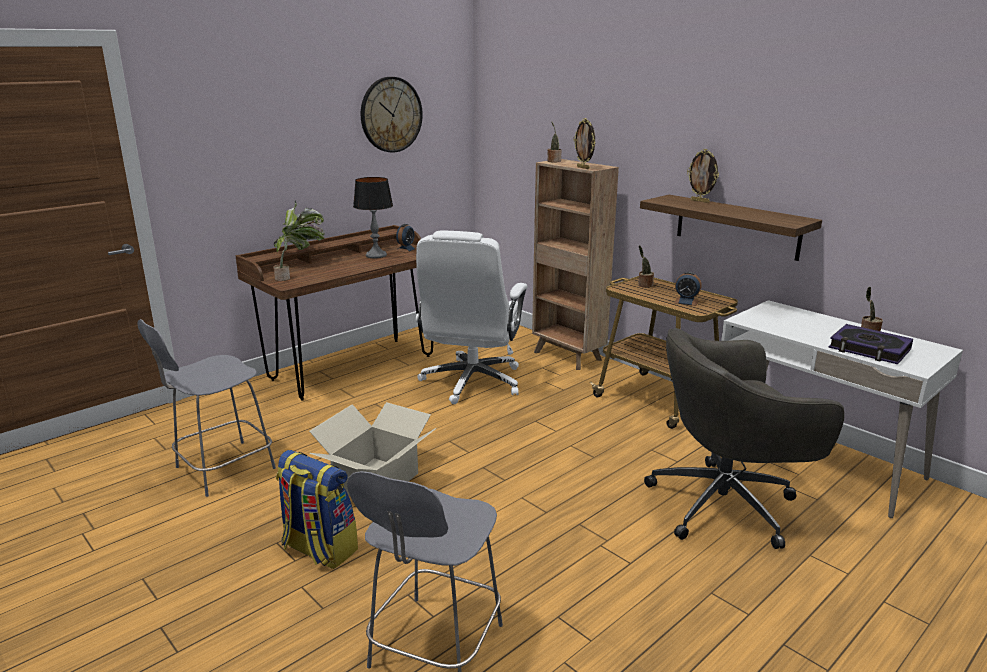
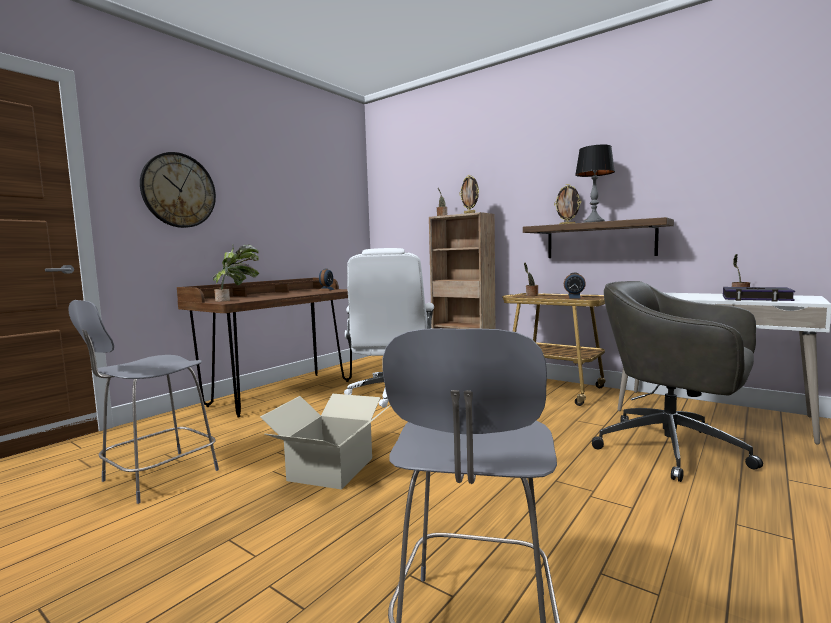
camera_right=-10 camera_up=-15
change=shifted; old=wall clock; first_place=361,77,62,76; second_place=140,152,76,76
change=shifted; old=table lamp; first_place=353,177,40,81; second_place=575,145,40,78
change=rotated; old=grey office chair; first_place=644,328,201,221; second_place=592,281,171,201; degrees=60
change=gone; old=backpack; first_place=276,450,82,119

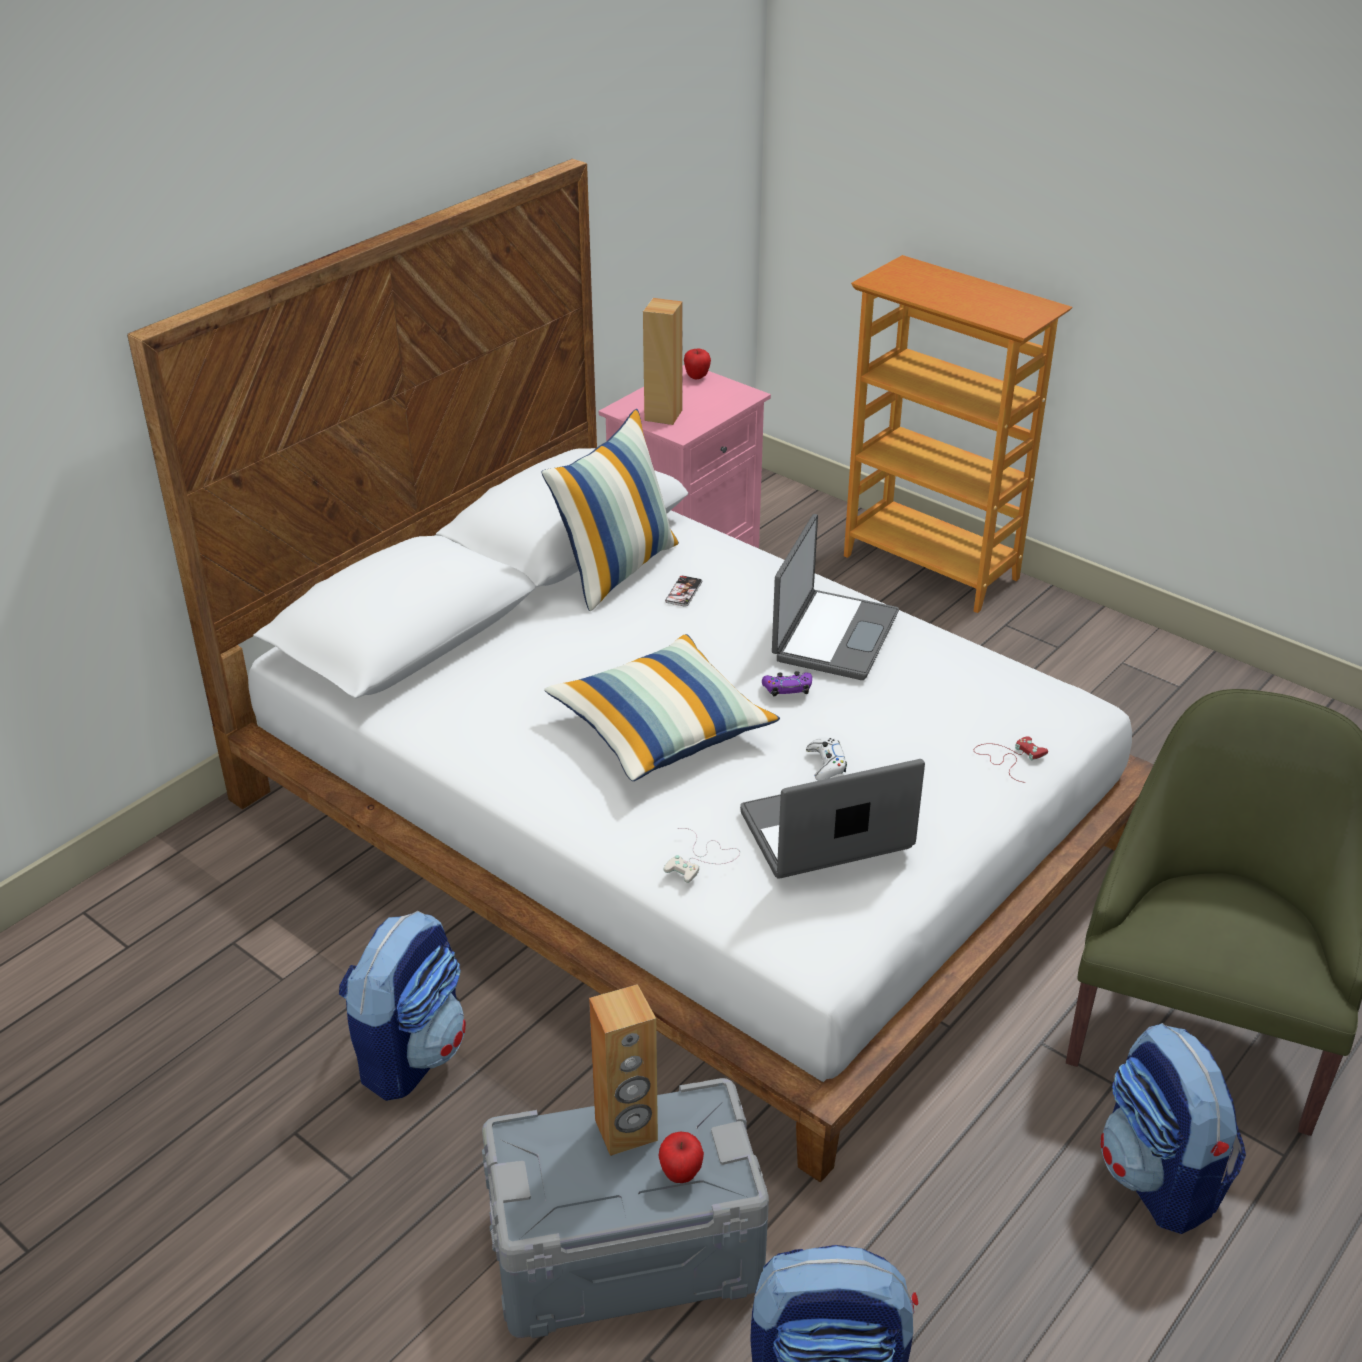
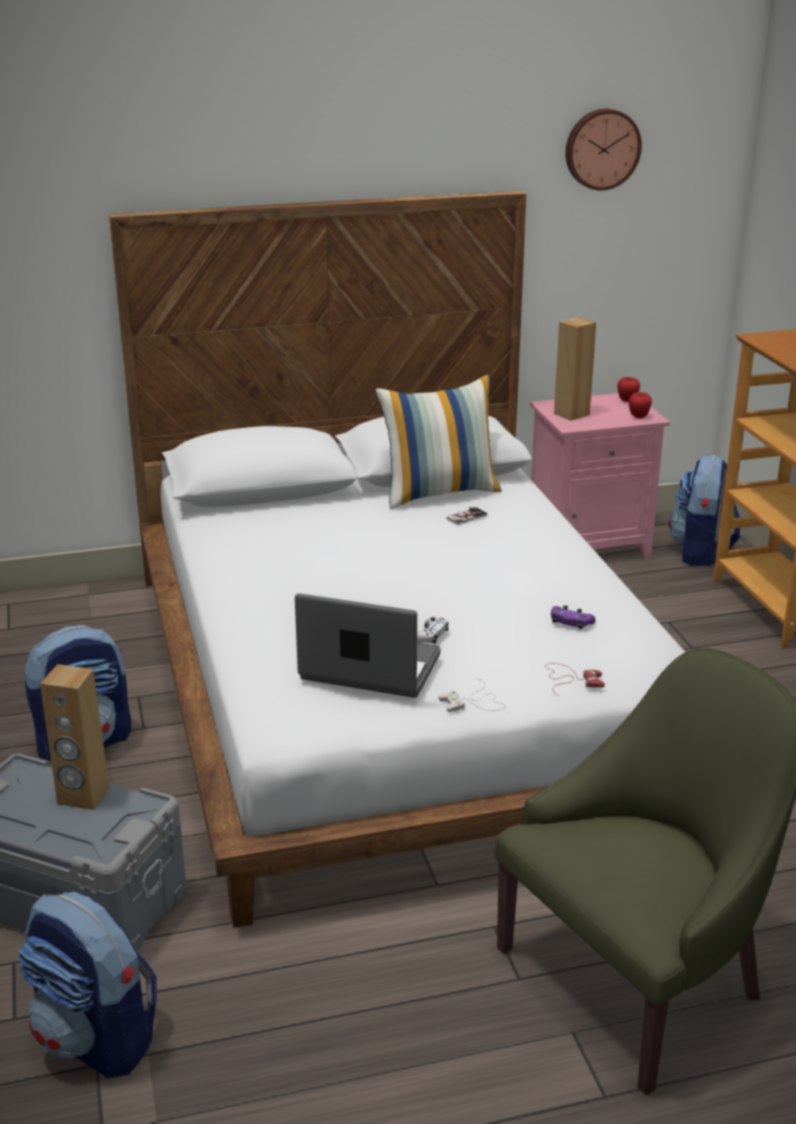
camera_right=35 camera_up=-10
change=shifted; old=white game controller; first_place=664,828,76,55; second_place=439,678,67,34
change=shifted; old=purple game controller; first_place=762,671,50,25; second_place=551,605,45,24
change=new; new=wall clock; second_place=566,109,76,82
change=shifted; old=apple; first_place=658,1132,46,51; second_place=628,392,24,26
change=shifted; old=backpack; first_place=1100,1023,146,211; second_place=668,455,72,111
change=gone; old=pillow; first_place=544,634,236,147
change=gone; old=laptop; first_place=772,514,127,166

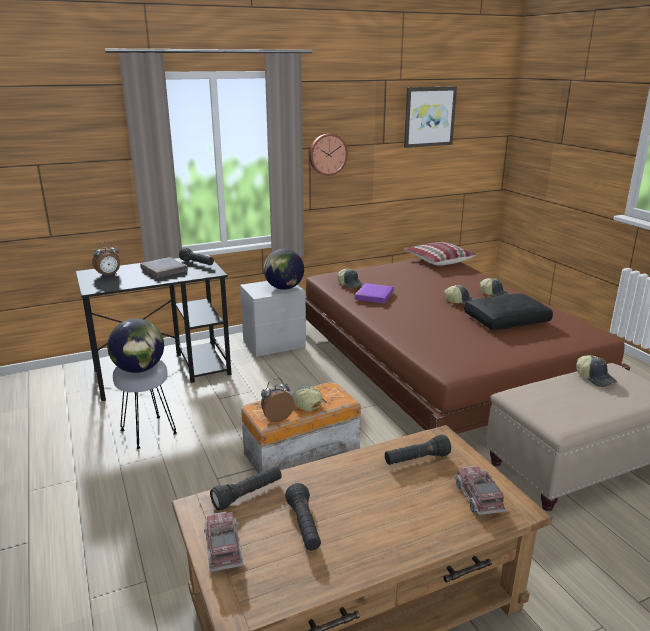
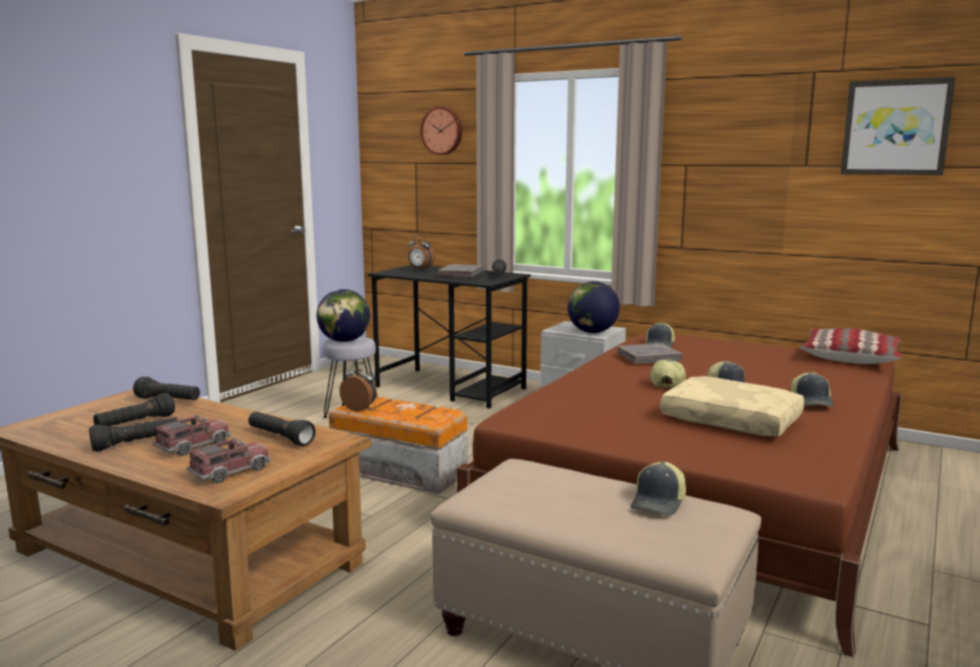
camera_right=55 camera_up=-10
change=new; new=black flashlight; second_place=89,417,88,35
change=shifted; old=toy truck; first_place=204,512,39,60; second_place=153,414,78,42
change=shifted; old=wall clock; first_place=309,133,39,43; second_place=420,107,42,48
change=repainted; old=purple book; new=grey book; first_place=355,283,39,20; second_place=617,343,65,21
change=shifted; old=cap; first_place=289,385,33,27; second_place=650,359,36,29
change=repainted; old=black pillow; new=beige pillow; first_place=464,293,89,37; second_place=660,376,144,61

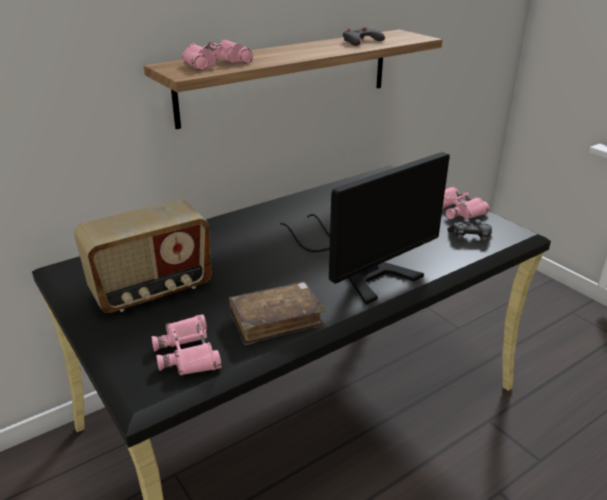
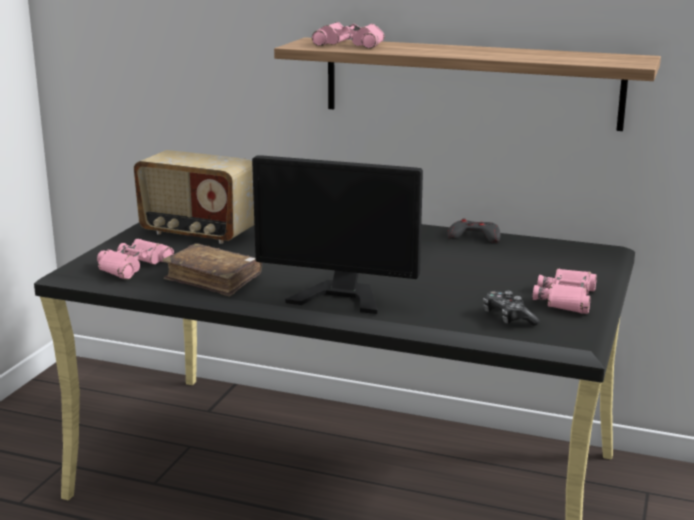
camera_right=55 camera_up=-10
change=shifted; old=grey game controller; first_place=343,27,42,19; second_place=447,218,54,25

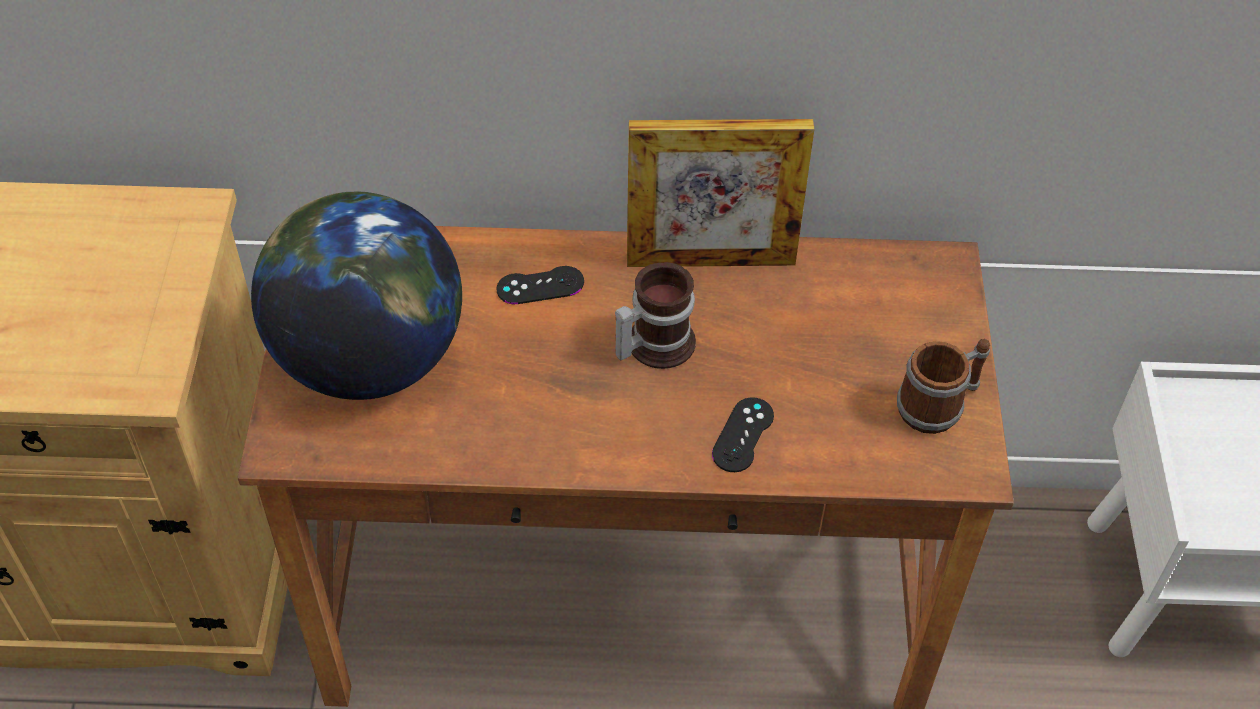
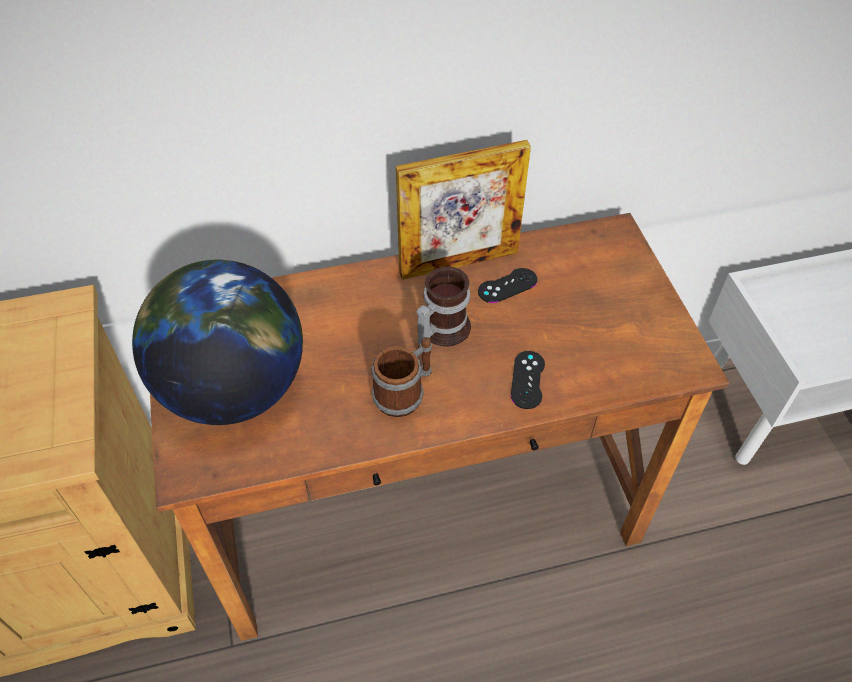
camera_right=-15 camera_up=0
change=shifted; old=mug; first_place=897,339,93,95; second_place=372,337,60,80
change=shifted; old=black game controller; first_place=496,266,88,38; second_place=478,268,59,35

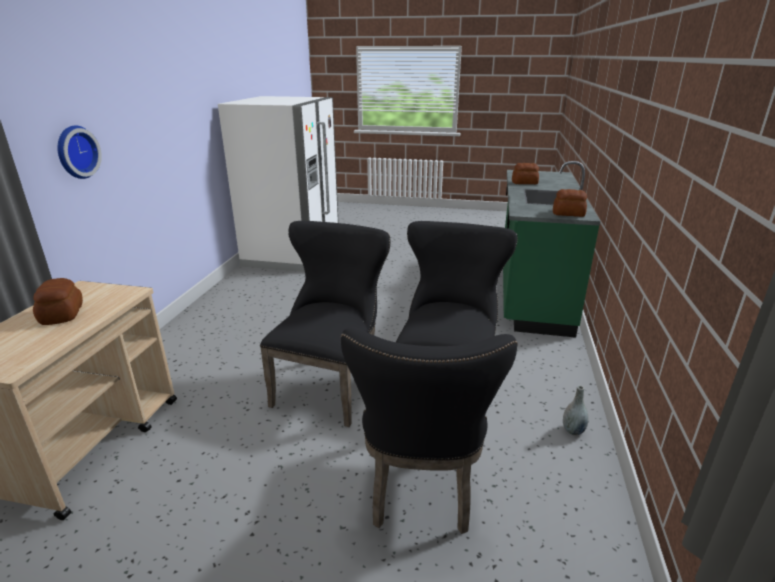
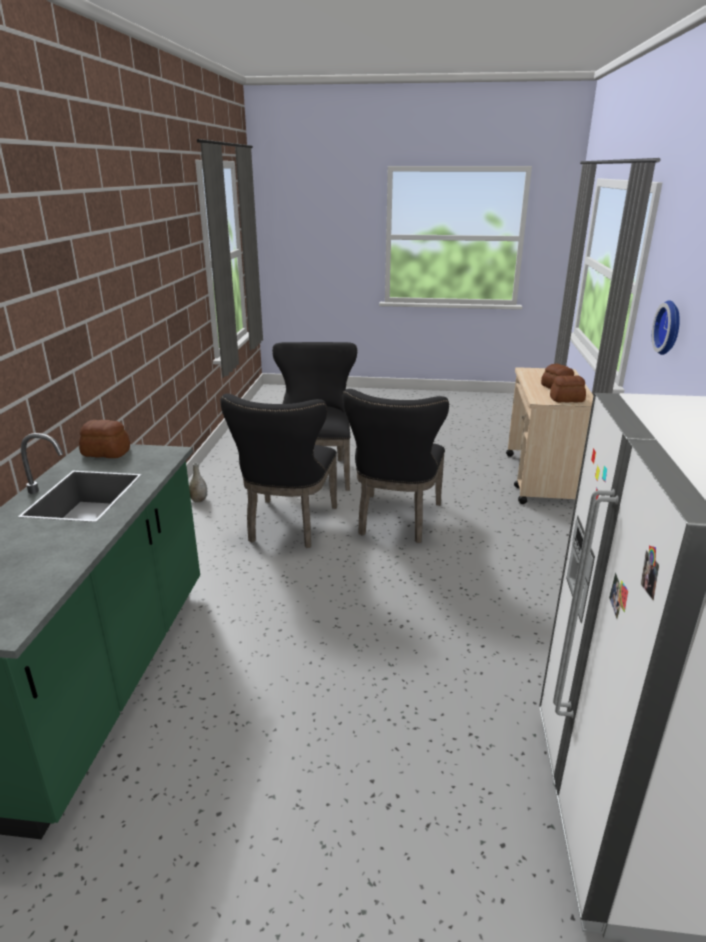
camera_right=175 camera_up=0
change=shifted; old=bread; first_place=512,163,27,21; second_place=550,375,36,28

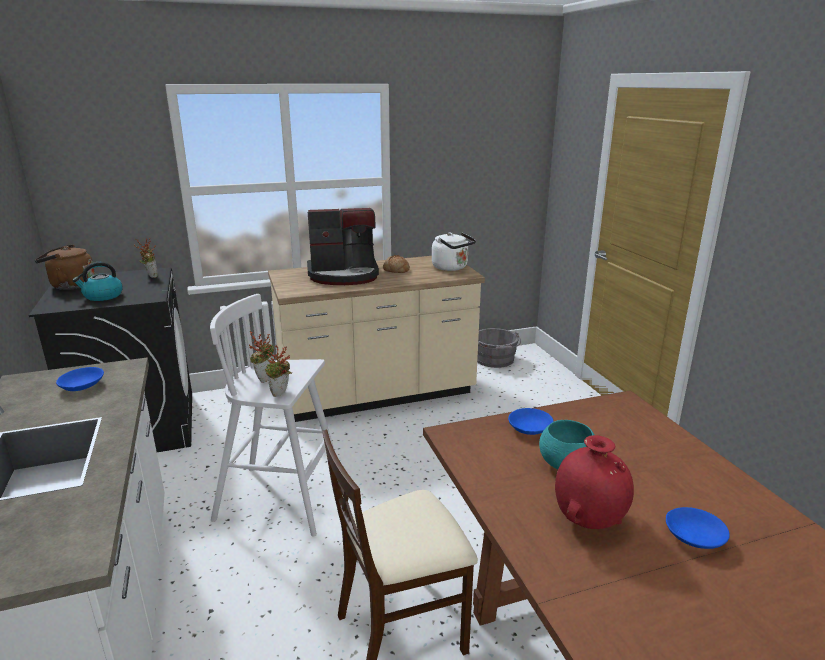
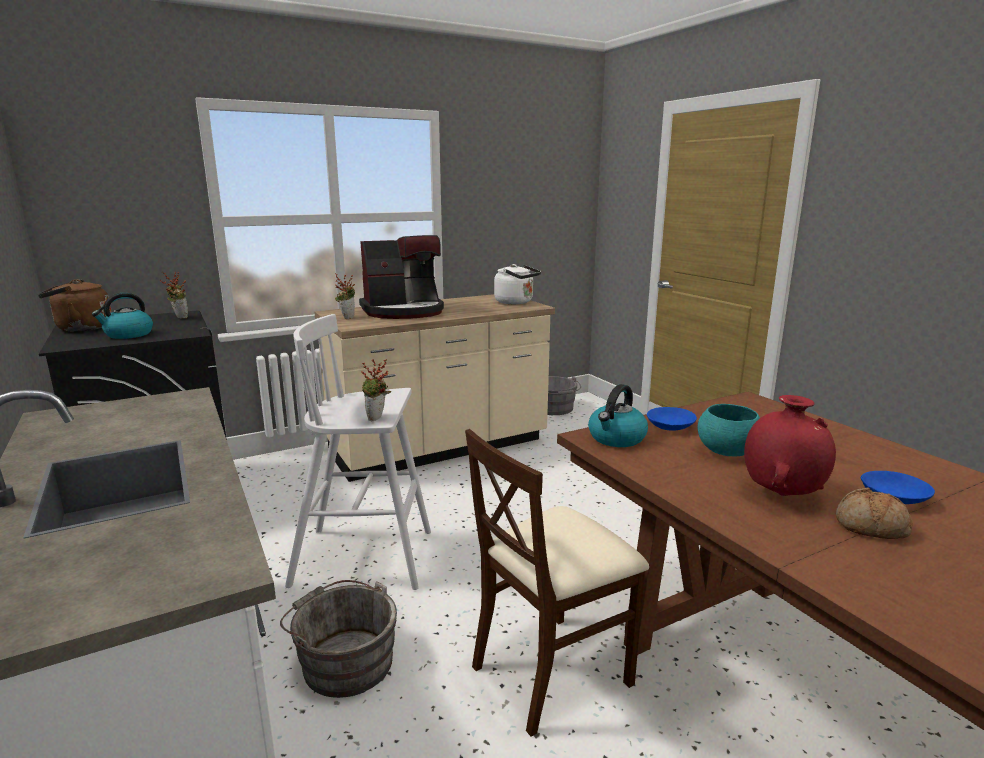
camera_right=-10 camera_up=-5
change=new; new=grey bucket; second_place=280,580,117,118
change=shifted; old=potted plant; first_place=249,330,25,53; second_place=335,273,20,46
change=new; new=kettle; second_place=588,384,60,63
change=shifted; old=bread; first_place=383,255,27,18; second_place=836,487,77,52
change=gone; old=blue bowl; first_place=56,367,48,24

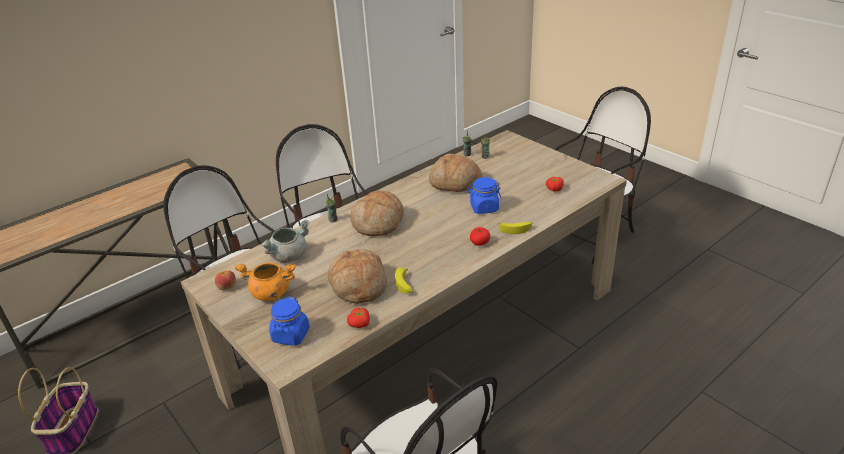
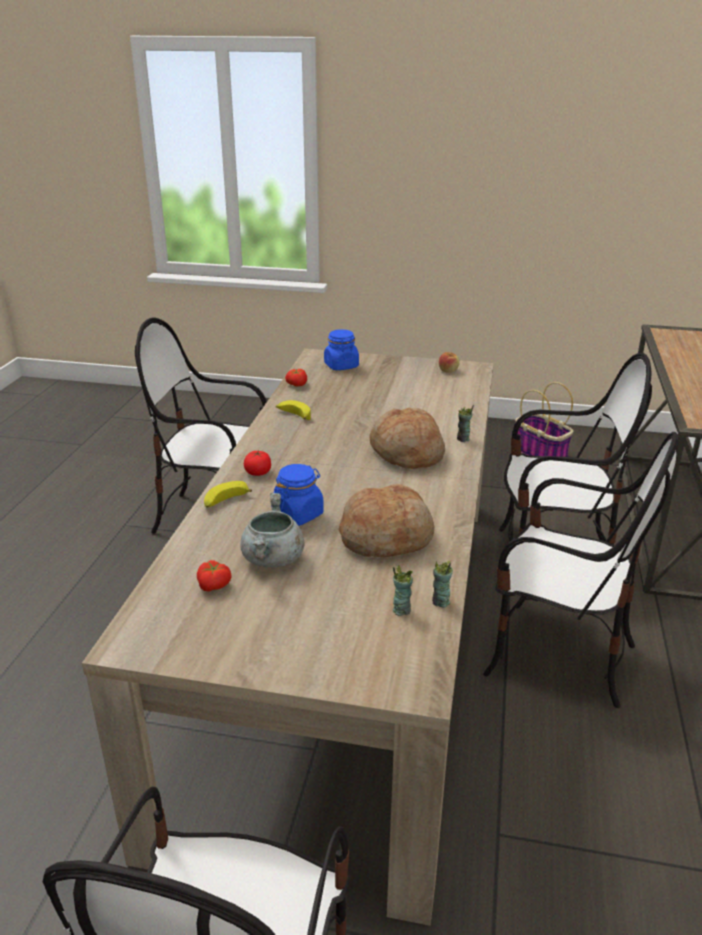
camera_right=140 camera_up=-5
change=shifted; old=grey cooking pot; first_place=261,219,49,44; second_place=240,493,65,74
change=gone; old=orange cooking pot; first_place=235,263,61,38
change=gone; old=bread; first_place=328,249,59,55

